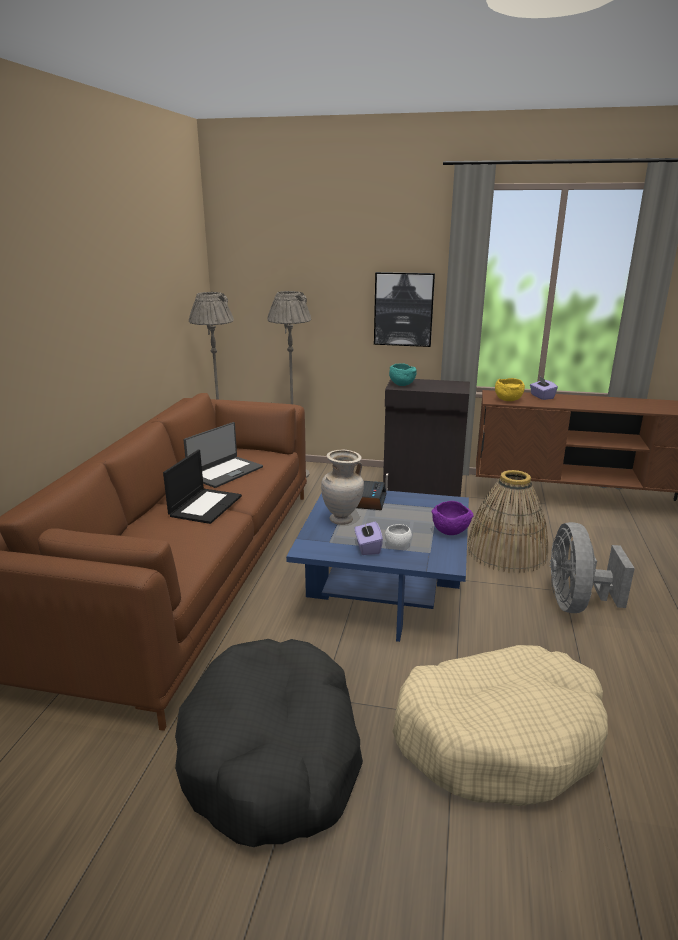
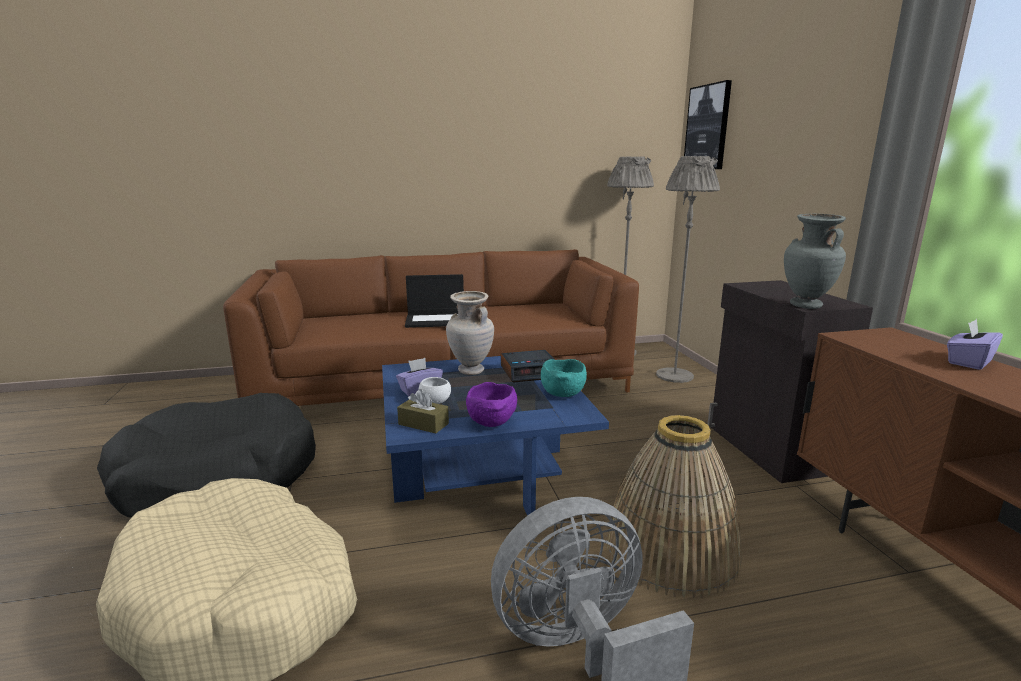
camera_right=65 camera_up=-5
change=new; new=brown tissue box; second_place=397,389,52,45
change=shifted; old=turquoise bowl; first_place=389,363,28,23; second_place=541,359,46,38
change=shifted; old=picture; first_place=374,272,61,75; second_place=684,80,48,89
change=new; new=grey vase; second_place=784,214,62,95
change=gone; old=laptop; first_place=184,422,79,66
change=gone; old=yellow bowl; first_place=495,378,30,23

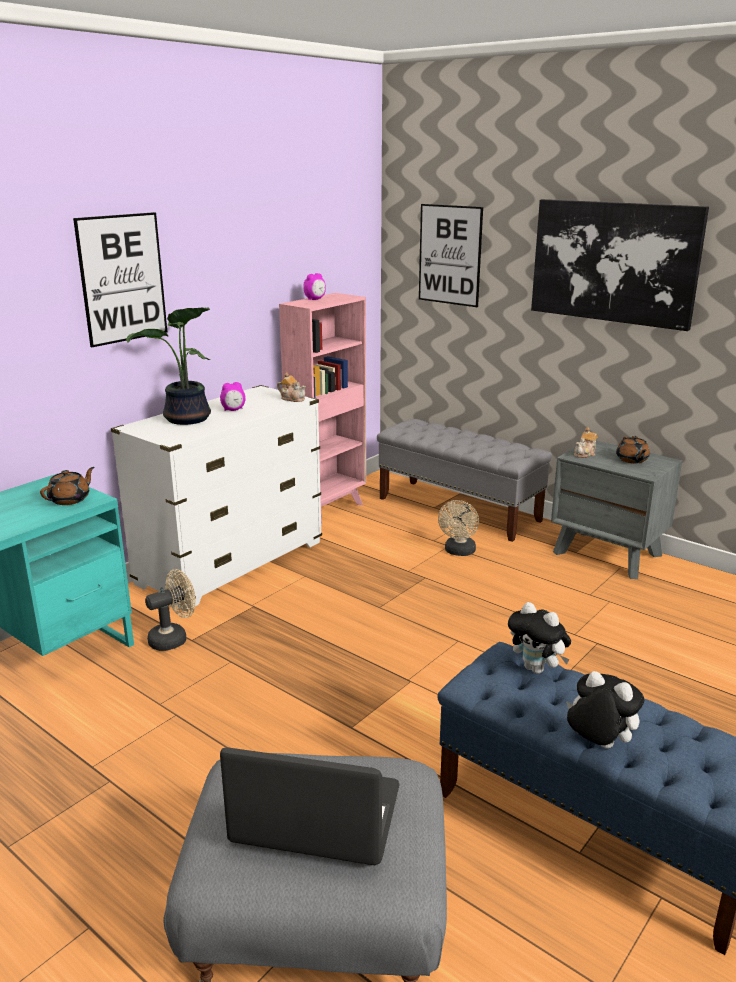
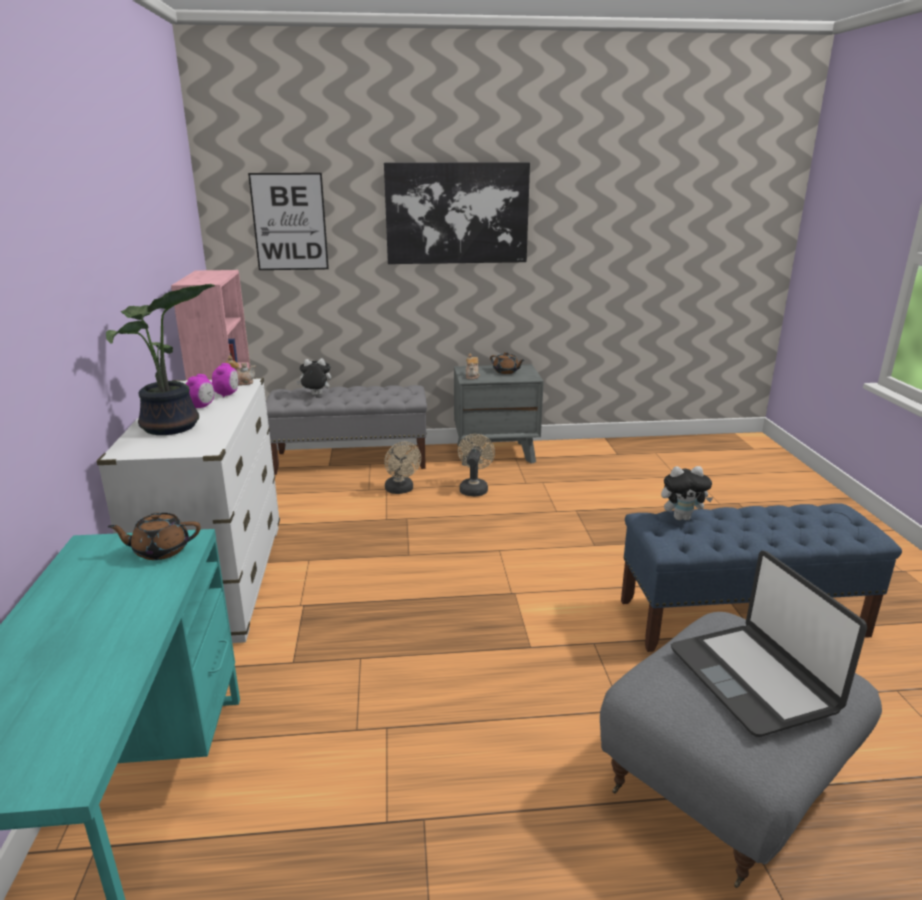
camera_right=-45 camera_up=0
change=rotated; old=brown teapot; first_place=40,467,55,38; second_place=107,512,94,48; degrees=-90
change=shifted; old=alarm clock; first_place=303,273,23,27; second_place=212,363,26,34
change=shifted; old=plush toy; first_place=566,671,78,78; second_place=296,358,35,37
change=shifted; old=beige fan; first_place=145,569,51,82; second_place=458,434,37,63
change=rotated; old=laptop; first_place=220,747,179,118; second_place=671,550,196,187; degrees=-75
change=gone; old=picture; first_place=73,212,94,135

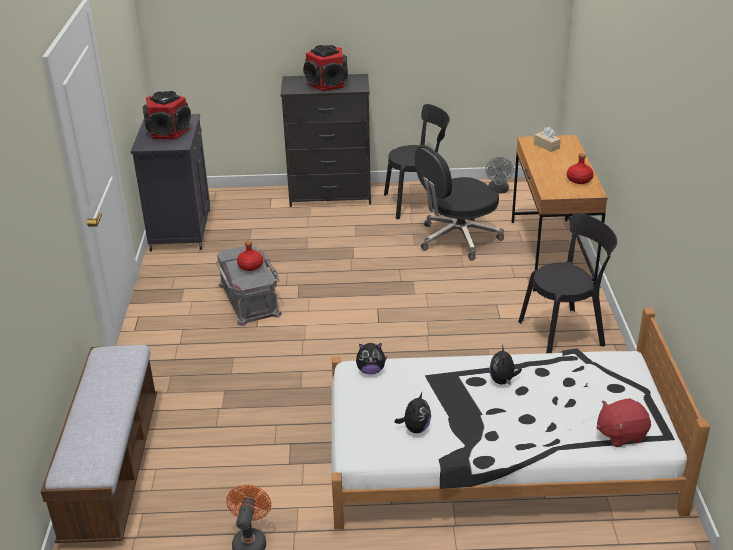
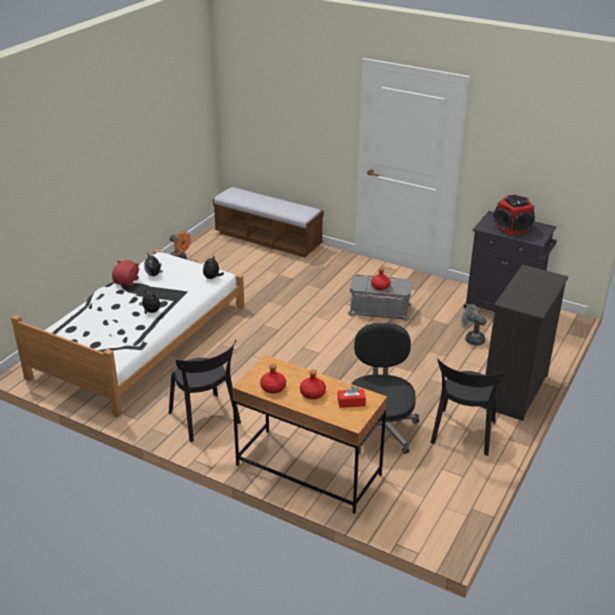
camera_right=120 camera_up=0
change=shifted; old=red plush toy; first_place=596,398,55,49; second_place=112,260,28,26
change=rotated; old=black chair; first_place=518,213,99,140; second_place=169,340,72,102; degrees=-45
change=new; new=red bottle; second_place=300,370,26,29
change=repainted; old=beige tissue box; new=red tissue box; first_place=534,127,27,25; second_place=338,386,28,22
change=shifted; old=grey fan; first_place=486,157,28,37; second_place=461,304,25,42
change=gone; old=speaker; first_place=303,45,45,46

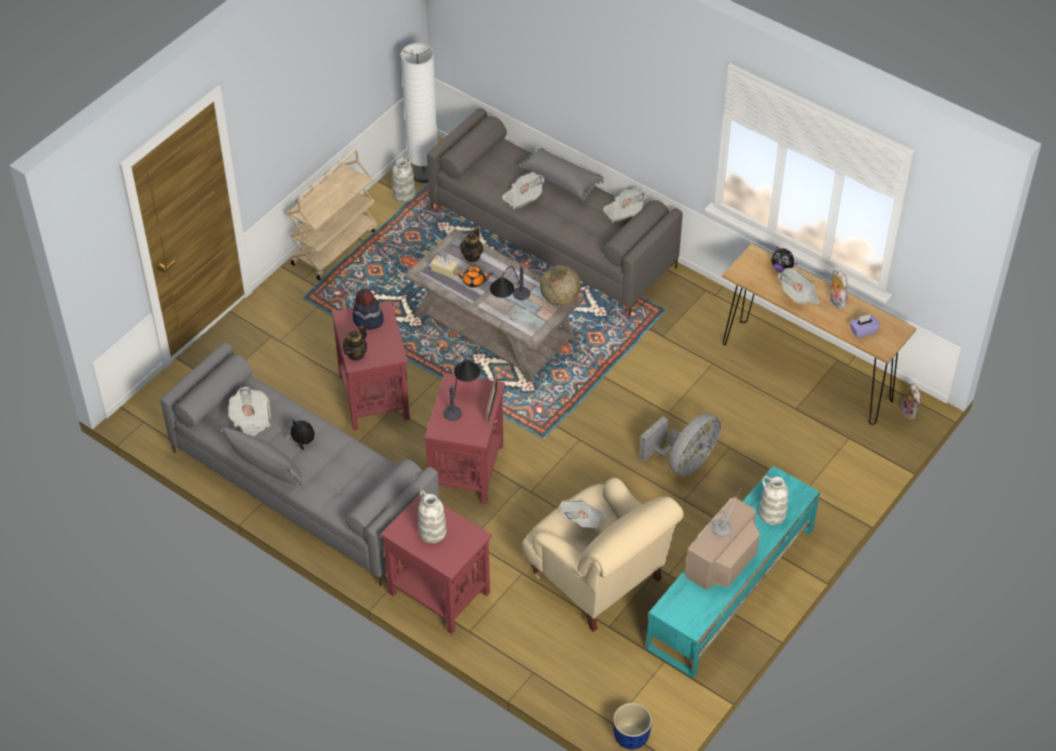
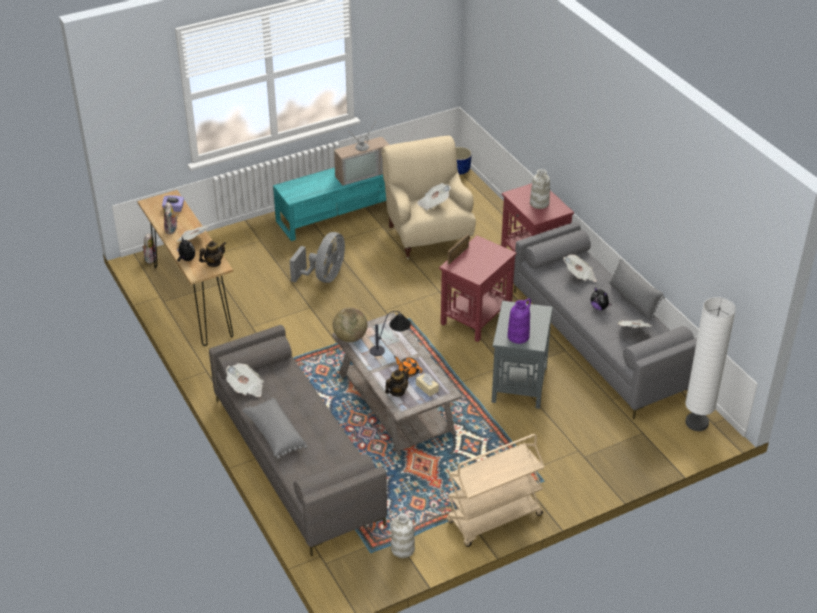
camera_right=-155 camera_up=-10
change=shifted; old=teapot; first_place=343,325,24,36; second_place=199,241,27,26
change=rotated; old=grey fan; first_place=639,413,82,63; second_place=289,232,56,51; degrees=135
change=repainted; old=red side table; new=grey side table; first_place=332,301,78,130; second_place=492,301,61,108
change=swapped; old=hat; new=purple vase; first_place=352,289,32,41; second_place=507,298,24,46
change=shifted; old=newspaper; first_place=502,172,43,37; second_place=563,255,33,27
change=shifted; old=white floor lamp; first_place=401,43,37,140; second_place=685,297,51,134
change=gone; old=table lamp; first_place=443,359,37,62
change=gone; old=white vase; first_place=759,476,29,49

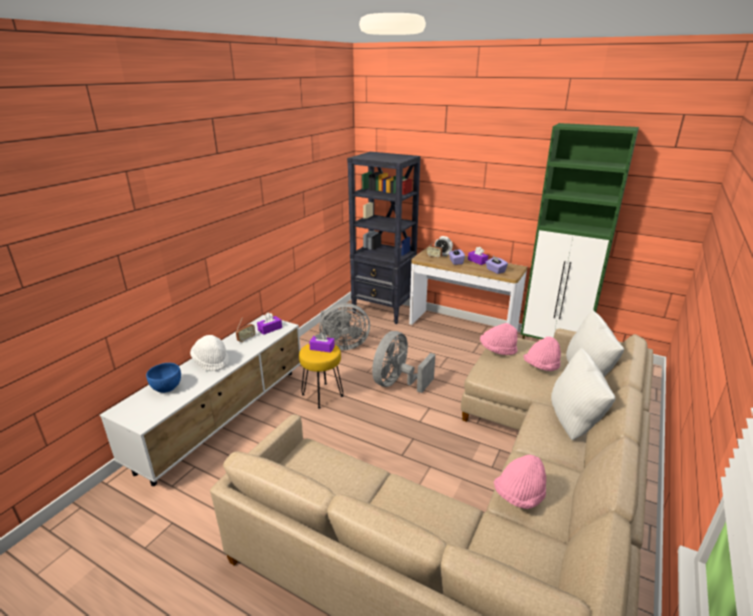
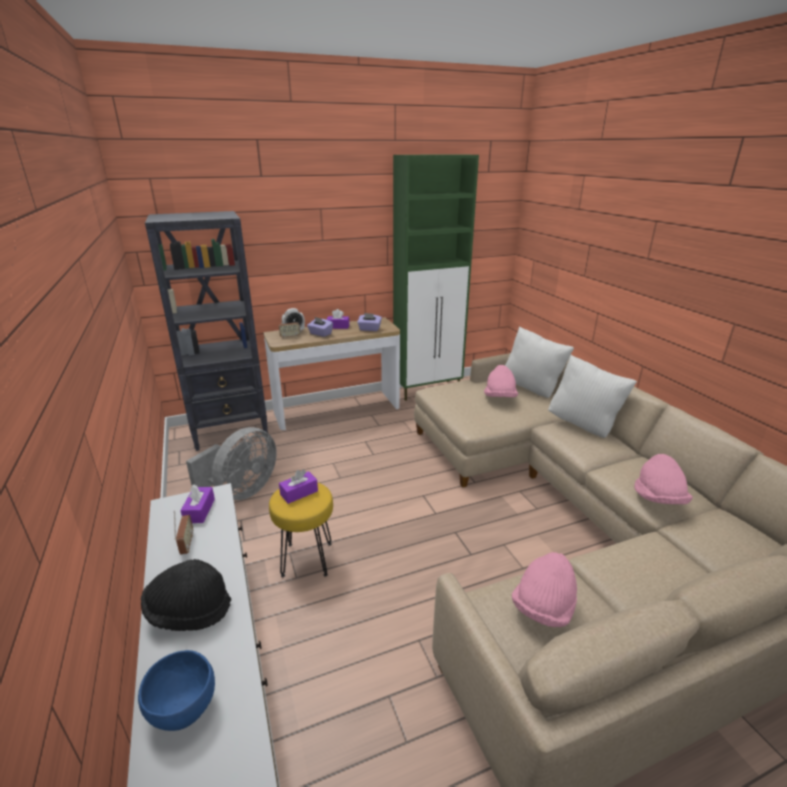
camera_right=-50 camera_up=0
change=repainted; old=white hat; new=black hat; first_place=190,335,39,36; second_place=141,559,90,72
change=shifted; old=pink hat; first_place=480,323,38,32; second_place=512,552,65,75
change=gone; old=grey fan; first_place=372,331,63,62

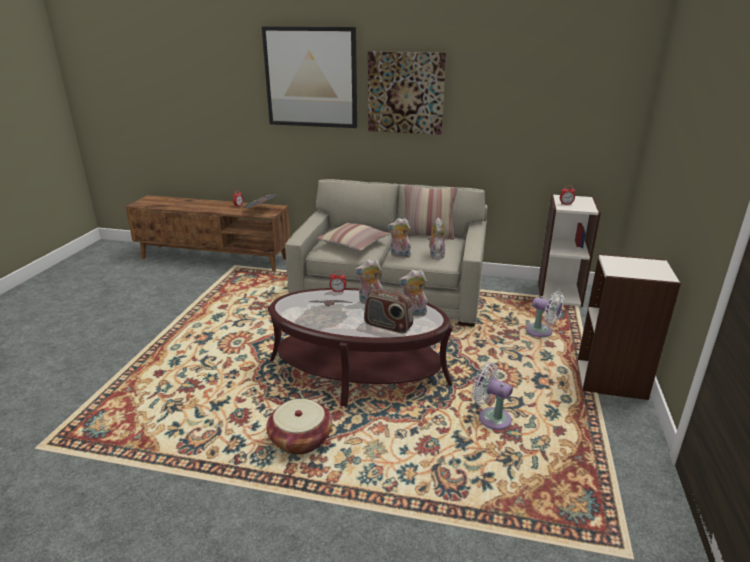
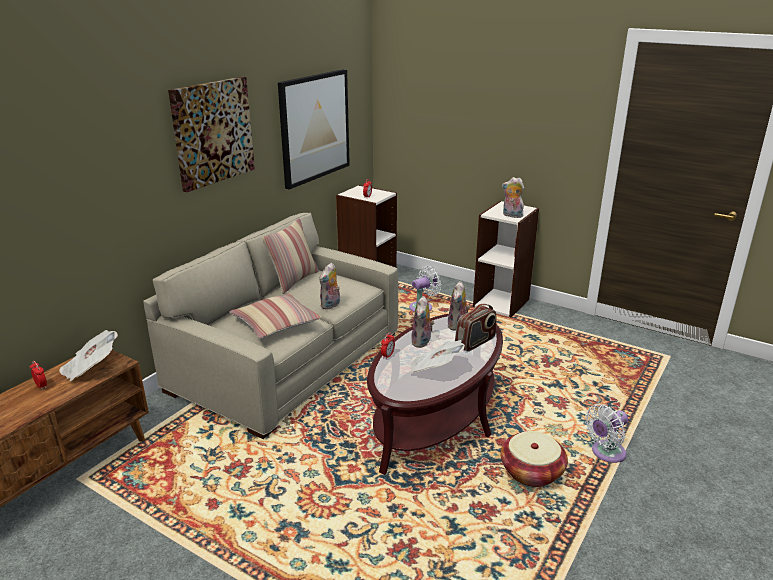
camera_right=-70 camera_up=0
change=shifted; old=picture; first_place=262,26,95,102; second_place=278,69,72,120
change=shifted; old=plush toy; first_place=428,217,17,43; second_place=502,177,22,41
change=shifted; old=white fan; first_place=471,362,42,68; second_place=585,404,43,59

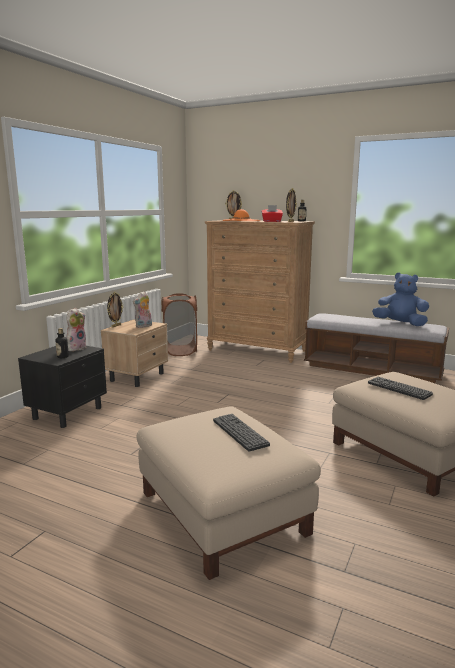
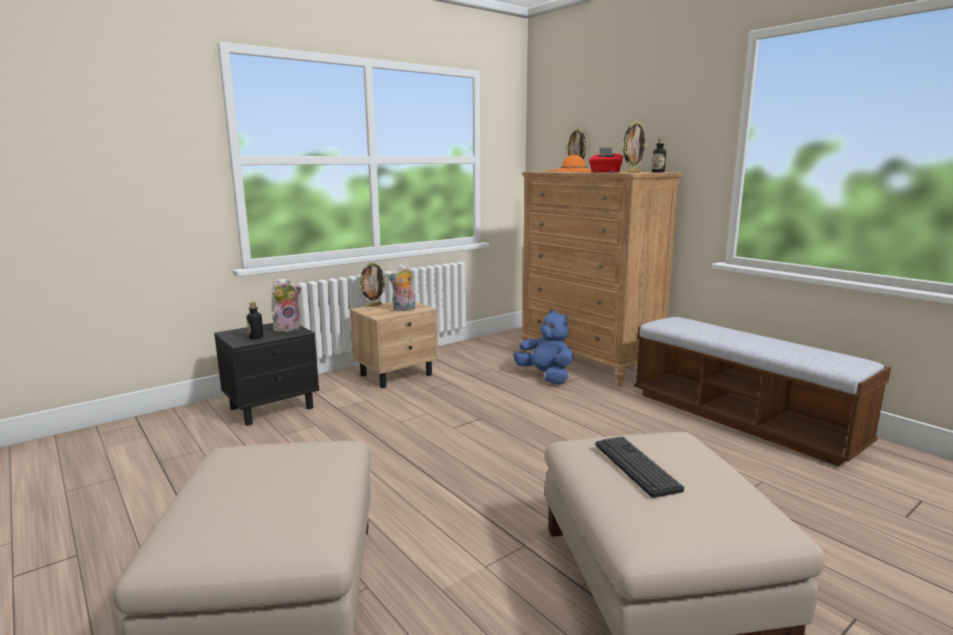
camera_right=25 camera_up=0
change=shifted; old=blue plush toy; first_place=372,272,57,54; second_place=513,310,60,74
change=gone; old=brown laundry basket; first_place=161,293,36,63
change=gone; old=keyboard; first_place=213,414,57,38

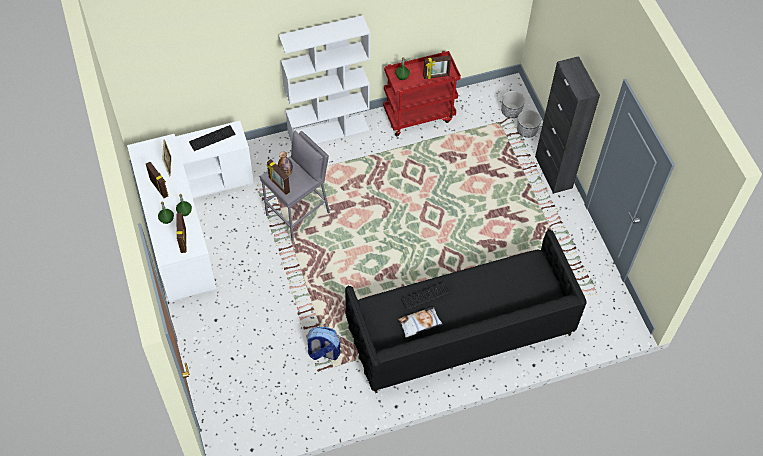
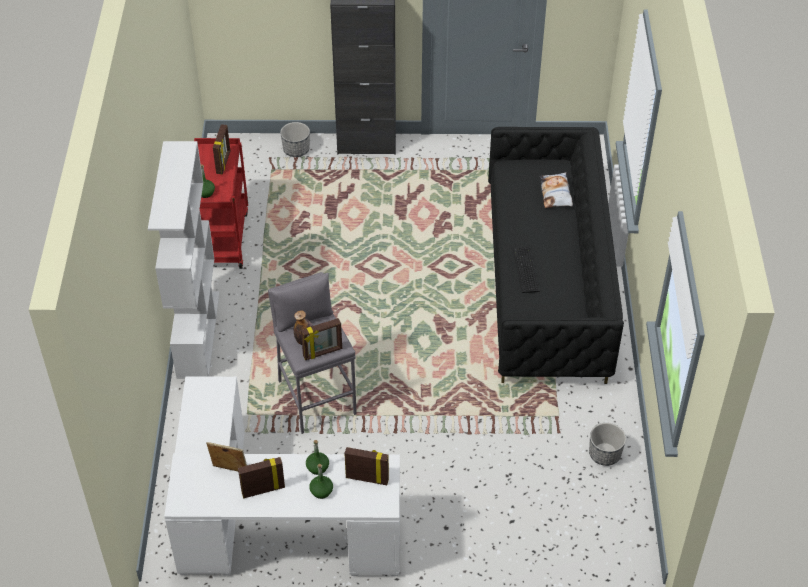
camera_right=-70 camera_up=-10
change=shifted; old=pillow; first_place=398,307,45,31; second_place=540,172,33,36
change=shifted; old=planter; first_place=501,91,24,27; second_place=589,423,37,43
change=gone; old=keyboard; first_place=189,125,47,26
change=gone; old=backpack; first_place=306,327,35,33

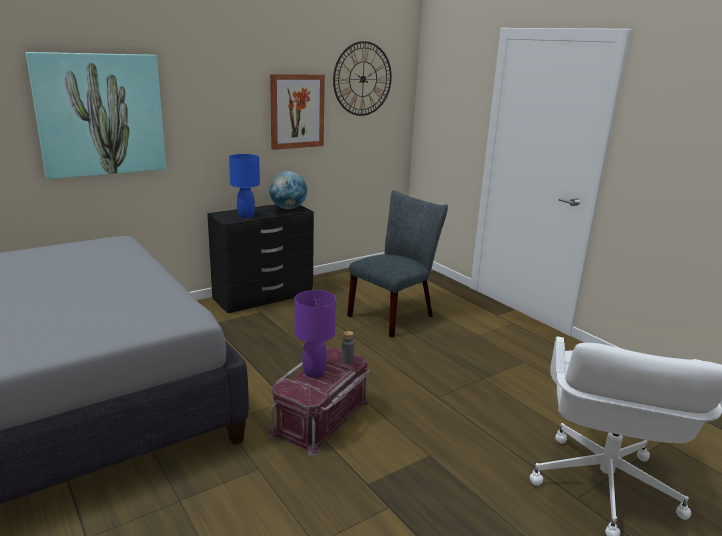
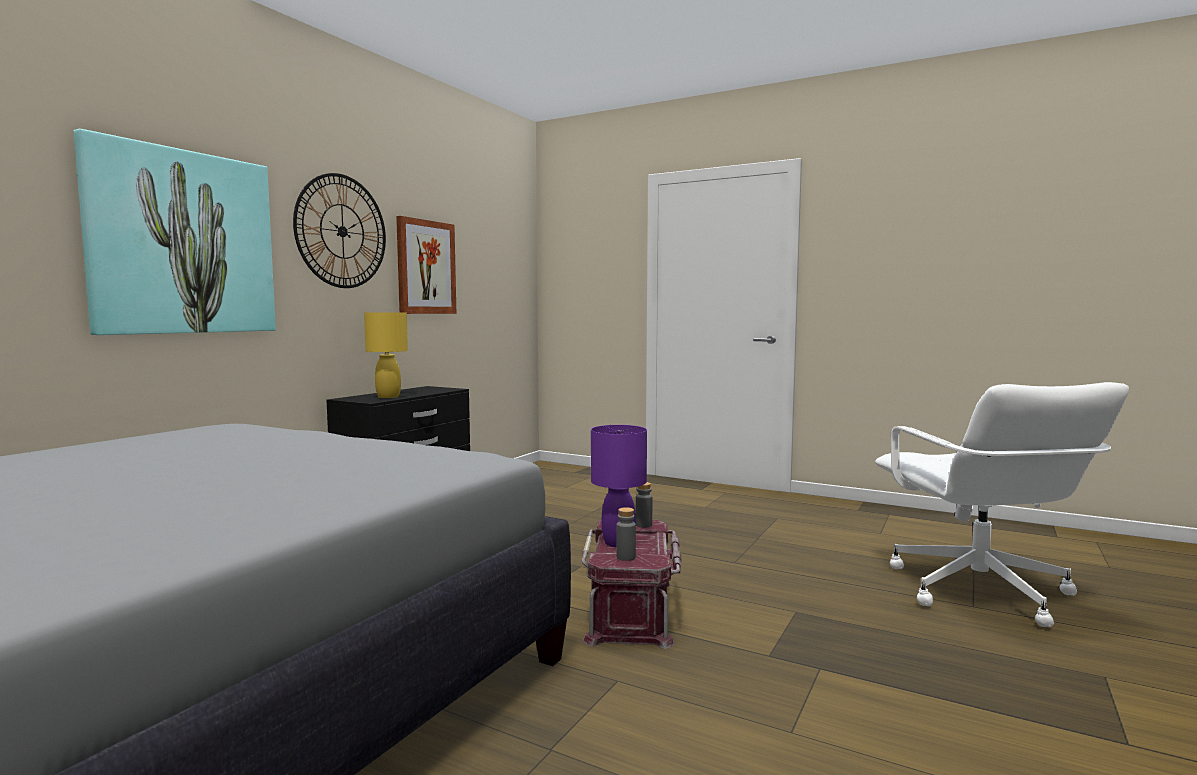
camera_right=-25 camera_up=-15
change=shifted; old=wall clock; first_place=333,41,59,75; second_place=293,173,93,115
change=repainted; old=blue table lamp; new=yellow table lamp; first_place=229,154,31,64; second_place=364,312,44,86
change=new; new=grey bottle; second_place=616,507,20,54
change=gone; old=globe; first_place=269,171,38,38
change=gone; old=grey chair; first_place=347,190,101,148

